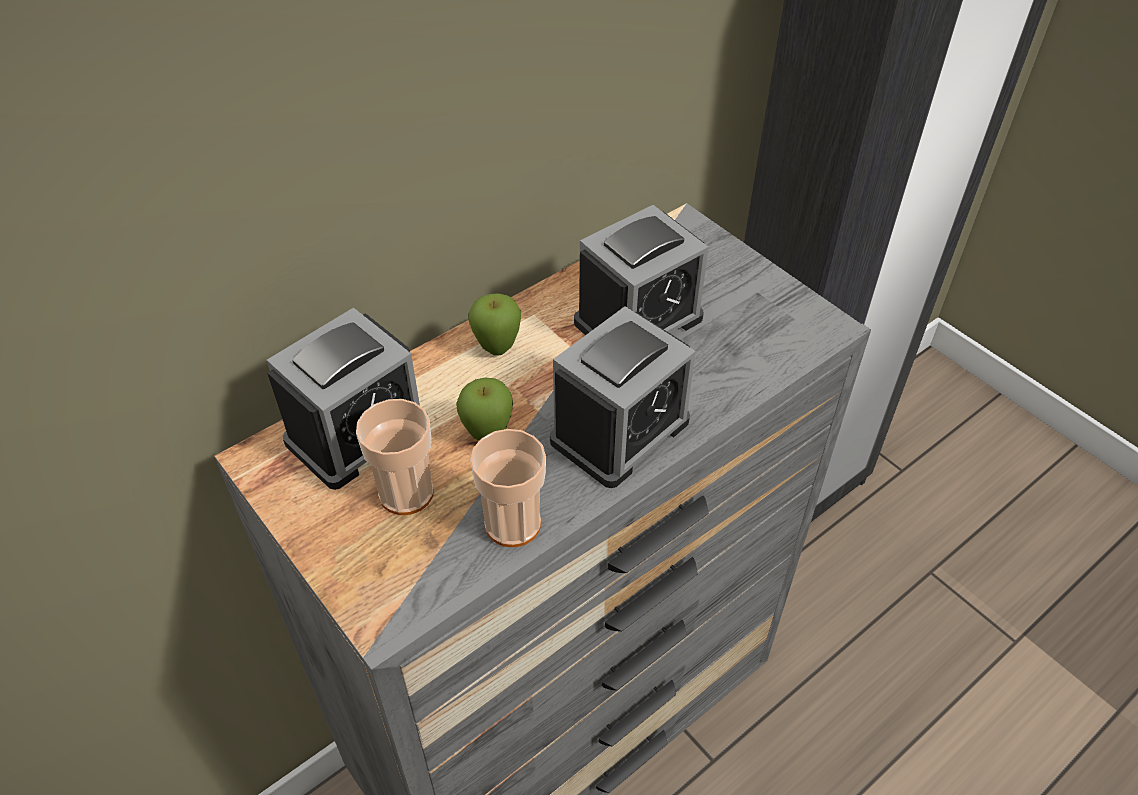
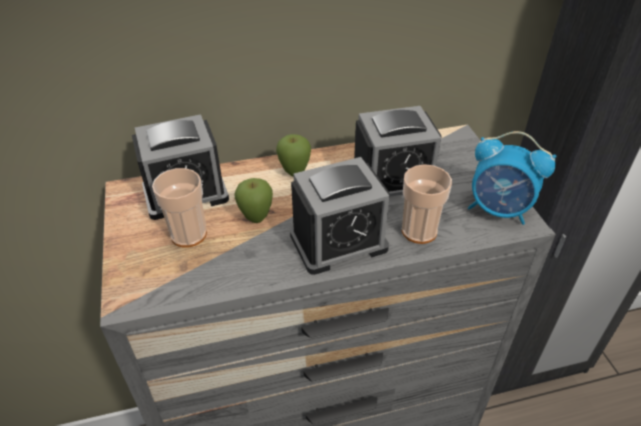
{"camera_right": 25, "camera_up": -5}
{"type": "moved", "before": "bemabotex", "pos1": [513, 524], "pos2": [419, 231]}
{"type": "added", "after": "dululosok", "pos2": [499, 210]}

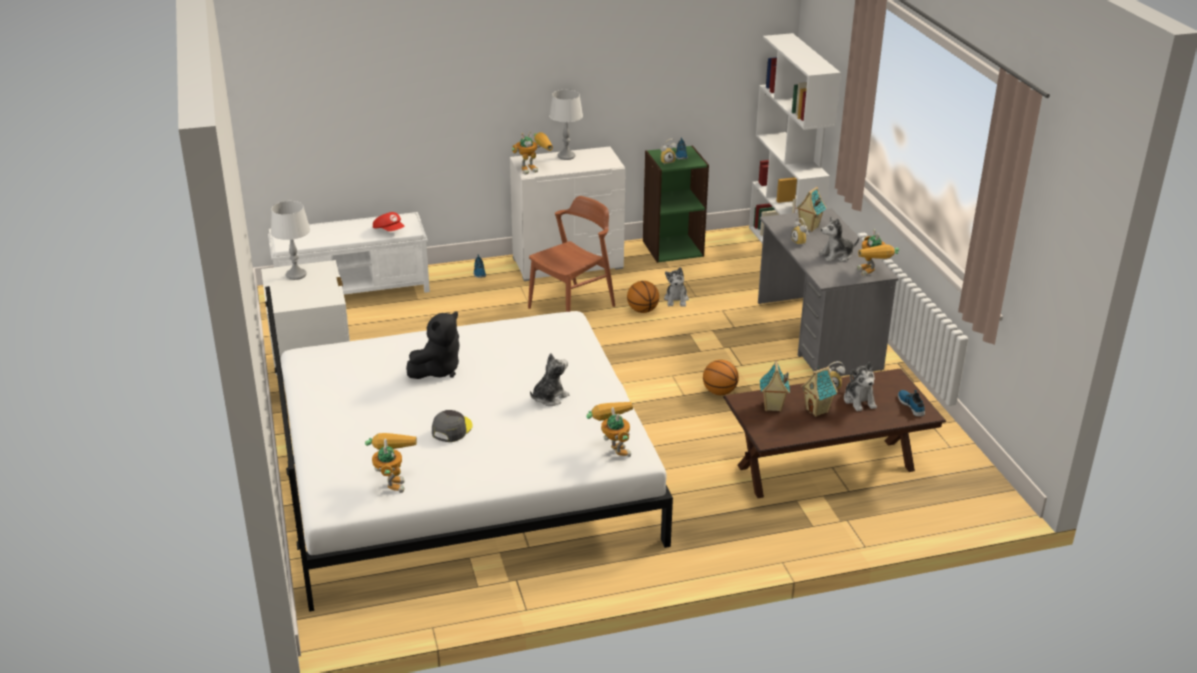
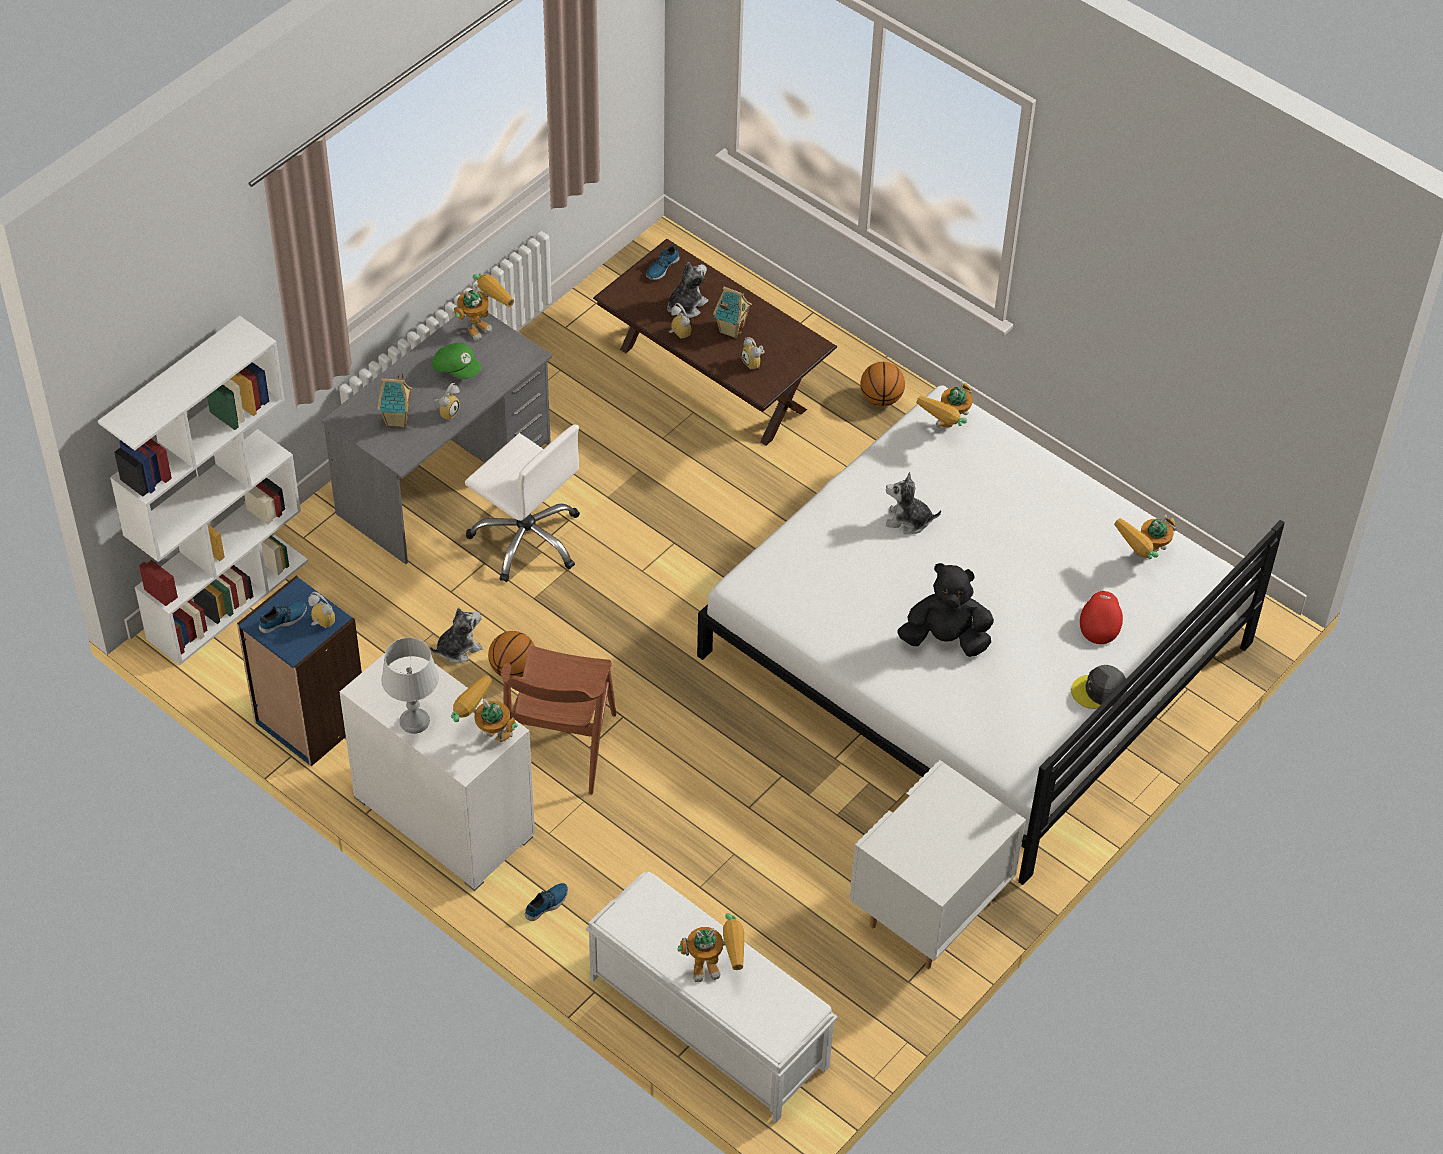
{"camera_right": -125, "camera_up": 20}
{"type": "removed", "before": "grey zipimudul", "pos1": [295, 275]}
{"type": "moved", "before": "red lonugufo", "pos1": [389, 230], "pos2": [1099, 623]}
{"type": "moved", "before": "grey lonugufo", "pos1": [451, 429], "pos2": [1099, 691]}
{"type": "turned", "before": "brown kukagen", "pos1": [572, 307], "pos2": [560, 746], "turn": -90}
{"type": "recoloured", "before": "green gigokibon", "after": "blue gigokibon", "pos1": [672, 248], "pos2": [310, 721]}
{"type": "moved", "before": "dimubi", "pos1": [719, 392], "pos2": [881, 398]}
{"type": "replaced", "before": "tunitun", "after": "dululosok", "pos1": [772, 407], "pos2": [754, 363]}
{"type": "replaced", "before": "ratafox", "after": "green lonugufo", "pos1": [836, 255], "pos2": [457, 369]}
{"type": "added", "after": "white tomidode", "pos2": [527, 538]}
{"type": "added", "after": "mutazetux", "pos2": [716, 966]}

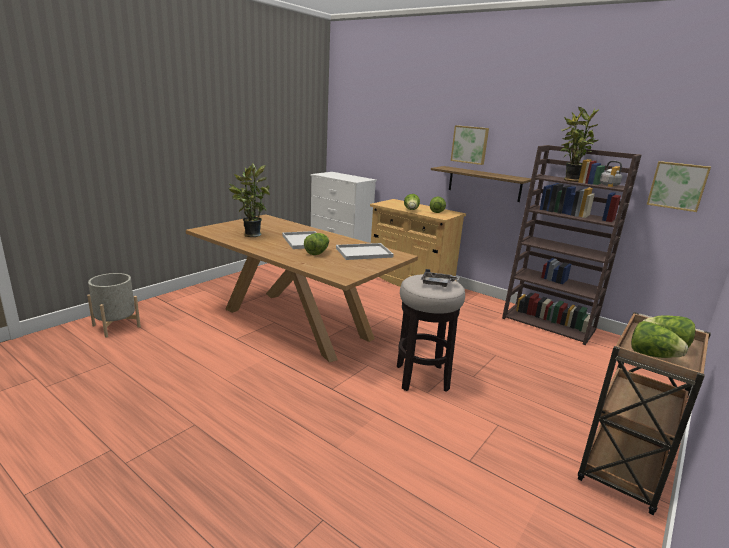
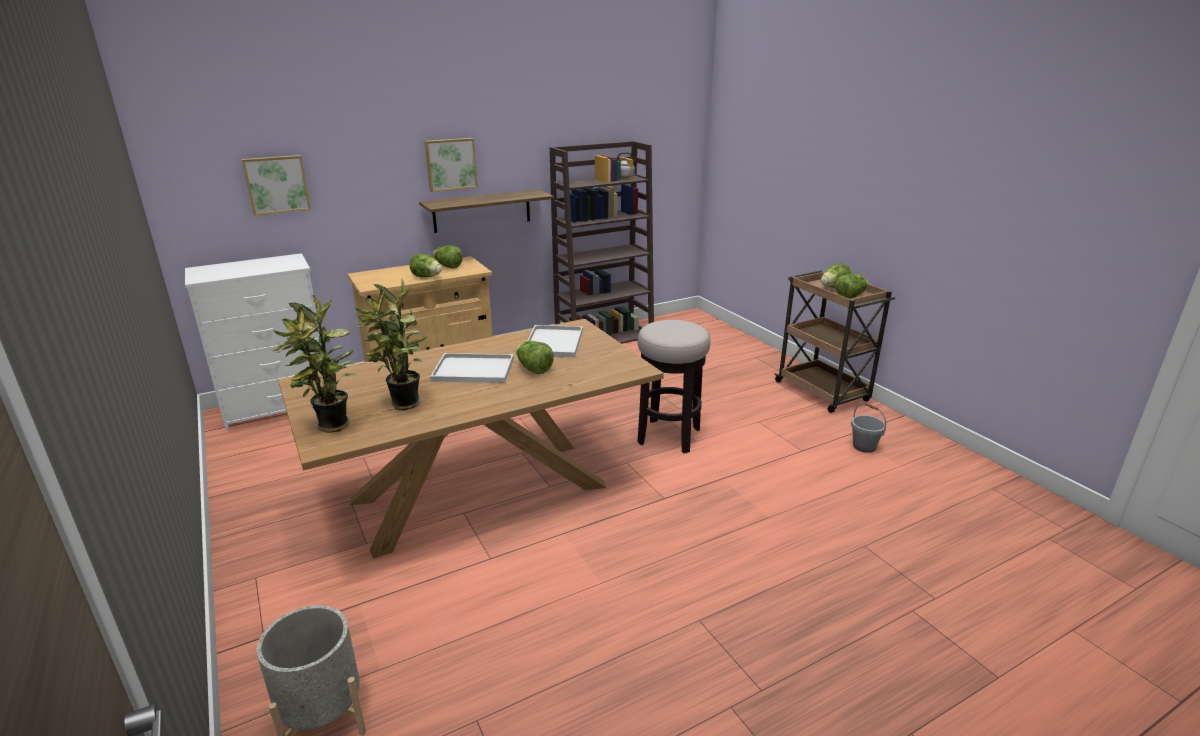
{"camera_right": -65, "camera_up": 5}
{"type": "removed", "before": "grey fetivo", "pos1": [437, 284]}
{"type": "moved", "before": "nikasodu", "pos1": [570, 180], "pos2": [332, 427]}
{"type": "moved", "before": "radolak", "pos1": [677, 186], "pos2": [277, 184]}
{"type": "added", "after": "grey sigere", "pos2": [864, 446]}

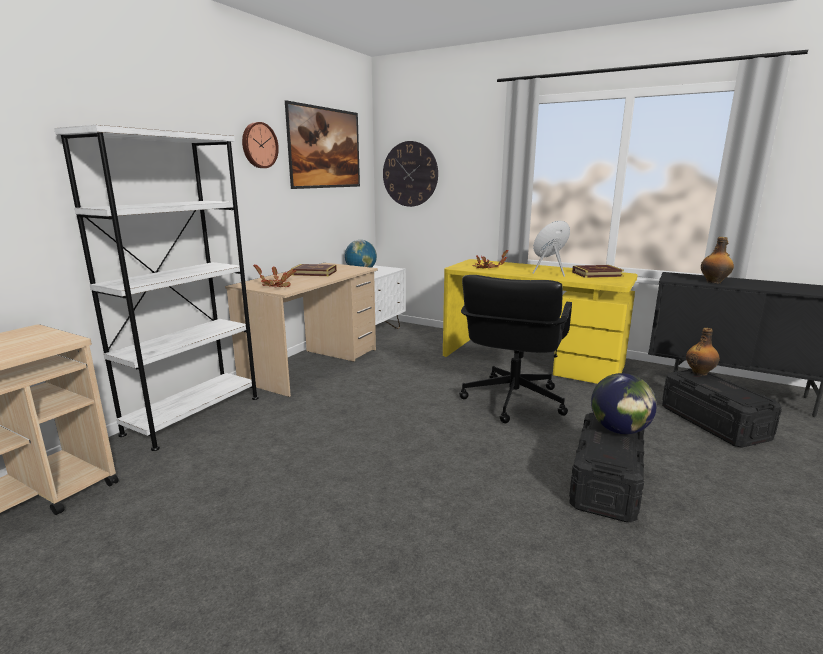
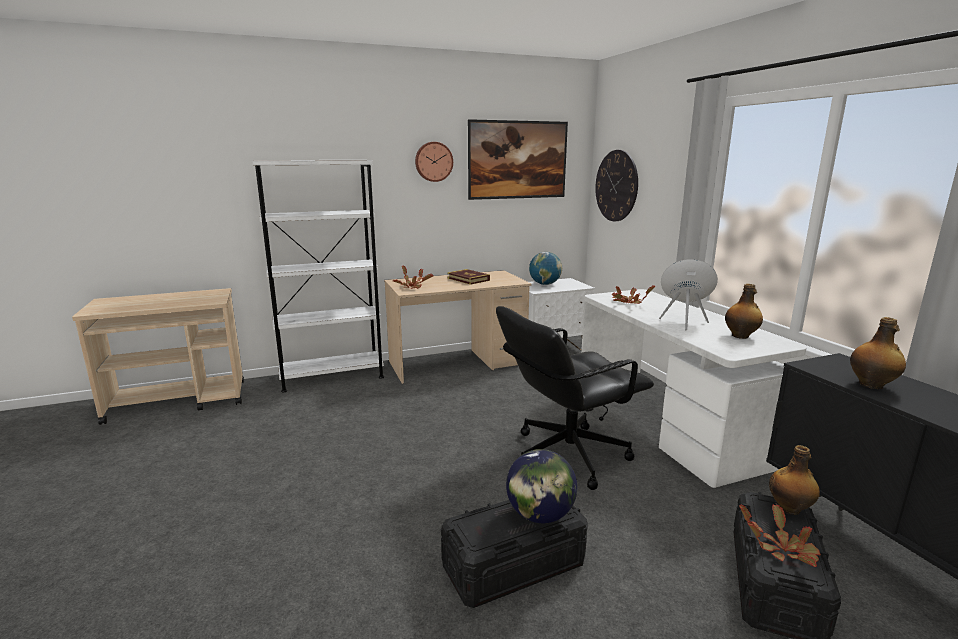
{"camera_right": 40, "camera_up": 0}
{"type": "recoloured", "before": "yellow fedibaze", "after": "white fedibaze", "pos1": [531, 360], "pos2": [666, 423]}
{"type": "replaced", "before": "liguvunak", "after": "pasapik", "pos1": [597, 274], "pos2": [741, 336]}
{"type": "added", "after": "nikasodu", "pos2": [782, 549]}

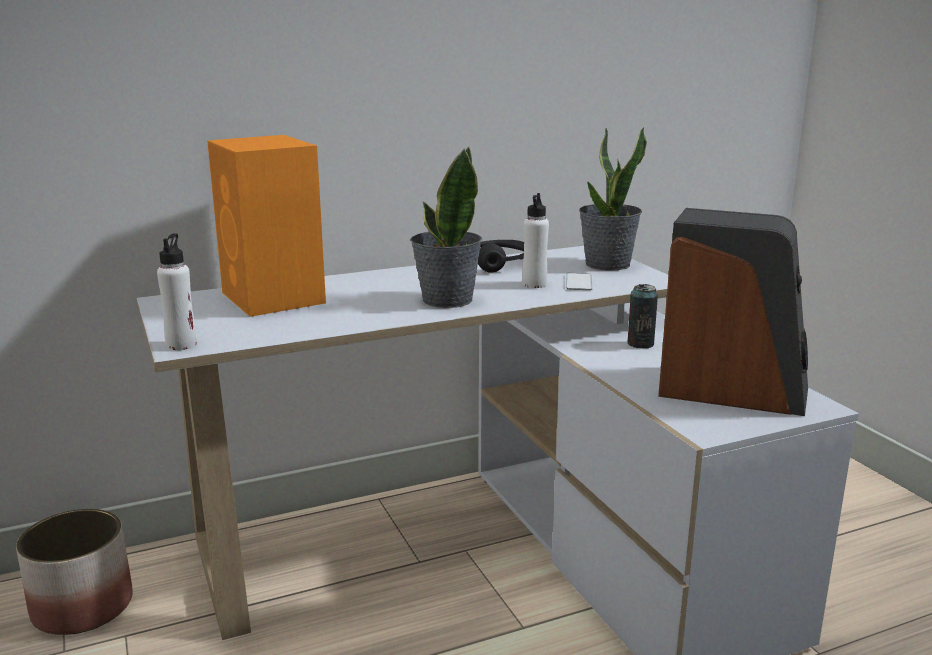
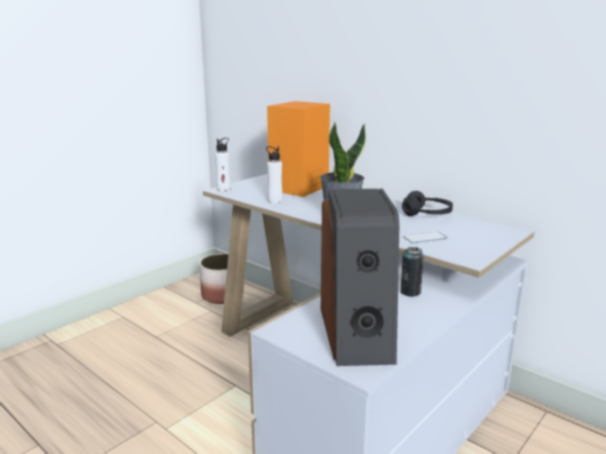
{"camera_right": 65, "camera_up": 0}
{"type": "moved", "before": "white pasapik", "pos1": [534, 284], "pos2": [275, 201]}
{"type": "removed", "before": "nikasodu", "pos1": [607, 264]}

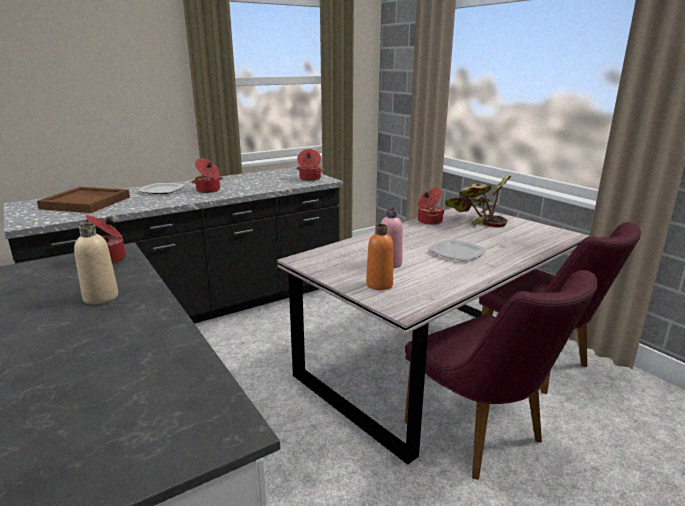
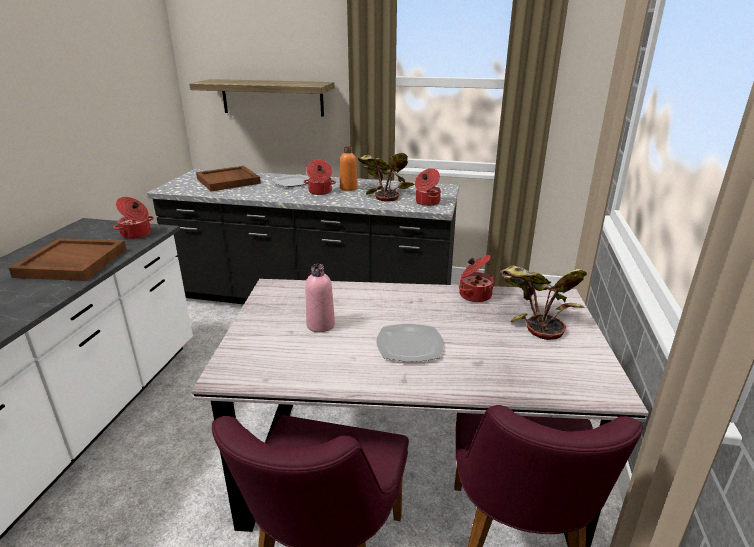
{"camera_right": 45, "camera_up": 5}
{"type": "replaced", "before": "beige pasapik", "after": "brown fetivo", "pos1": [101, 297], "pos2": [71, 263]}
{"type": "moved", "before": "orange pasapik", "pos1": [379, 285], "pos2": [348, 188]}
{"type": "added", "after": "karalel", "pos2": [272, 97]}
{"type": "added", "after": "nikasodu", "pos2": [384, 193]}

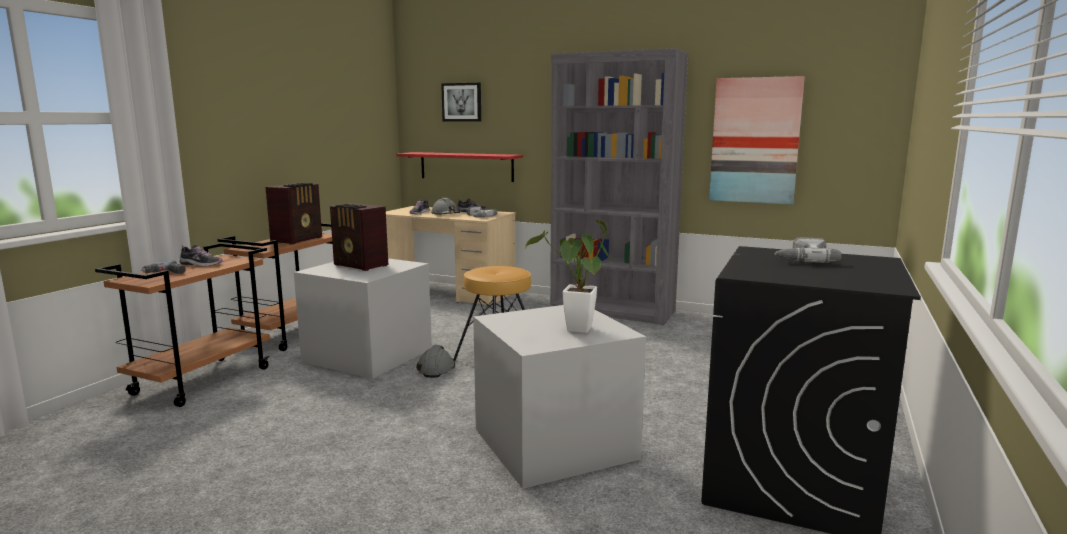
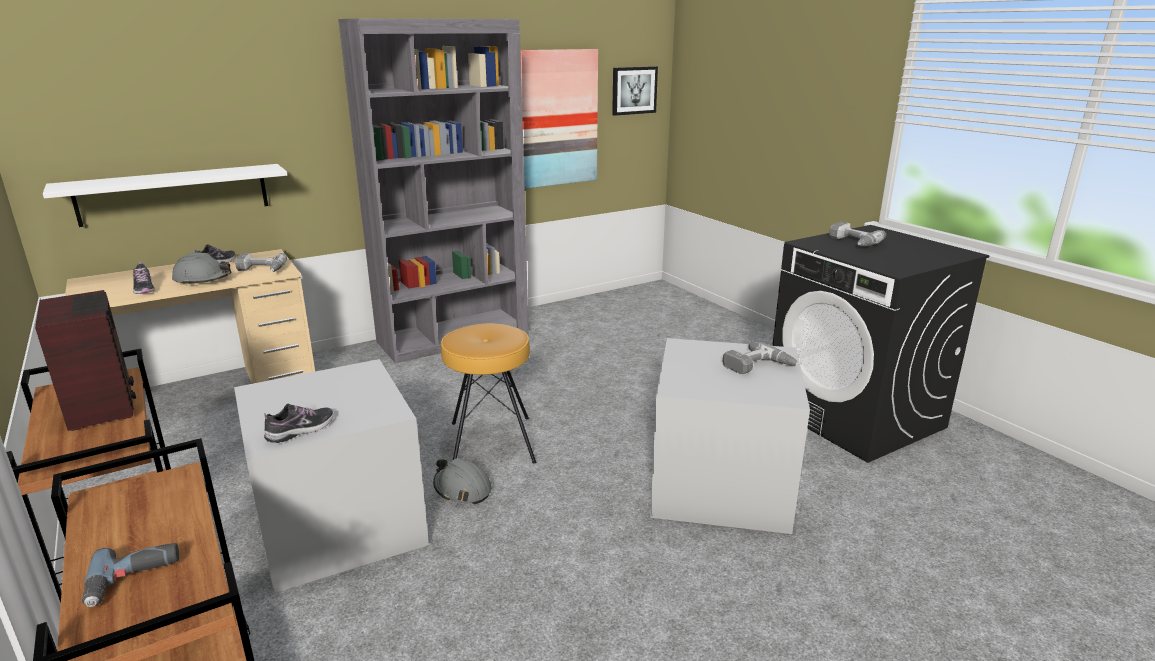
{"camera_right": -55, "camera_up": 10}
{"type": "moved", "before": "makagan", "pos1": [201, 264], "pos2": [301, 430]}
{"type": "removed", "before": "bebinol", "pos1": [361, 265]}
{"type": "recoloured", "before": "red karalel", "after": "white karalel", "pos1": [466, 166], "pos2": [174, 194]}
{"type": "moved", "before": "radolak", "pos1": [462, 102], "pos2": [634, 90]}
{"type": "replaced", "before": "nikasodu", "after": "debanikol", "pos1": [577, 331], "pos2": [759, 367]}

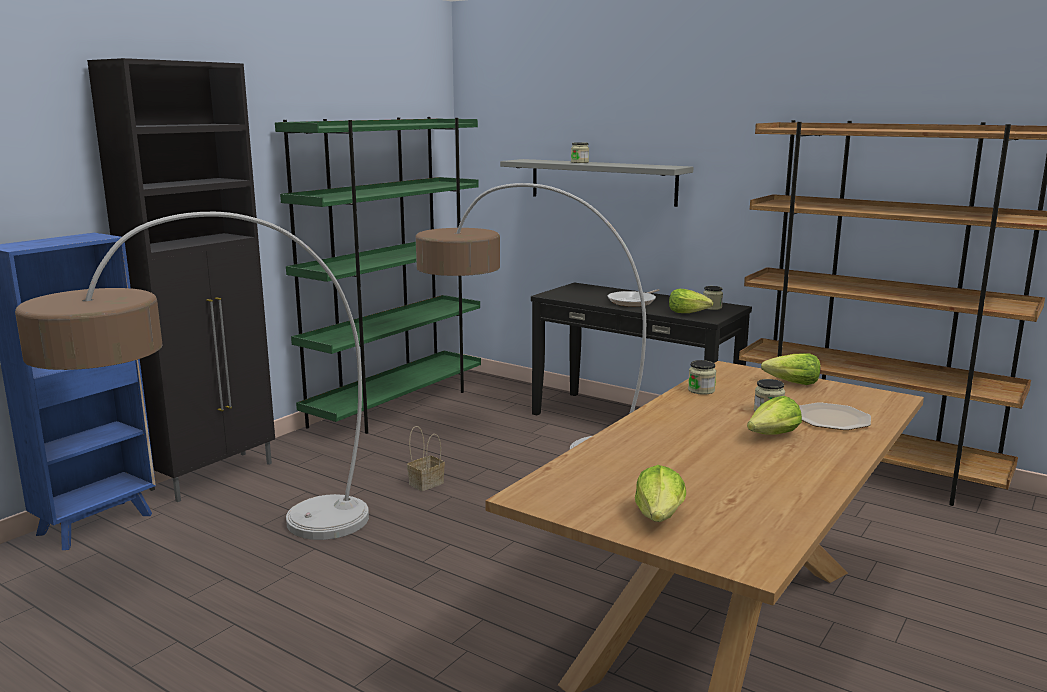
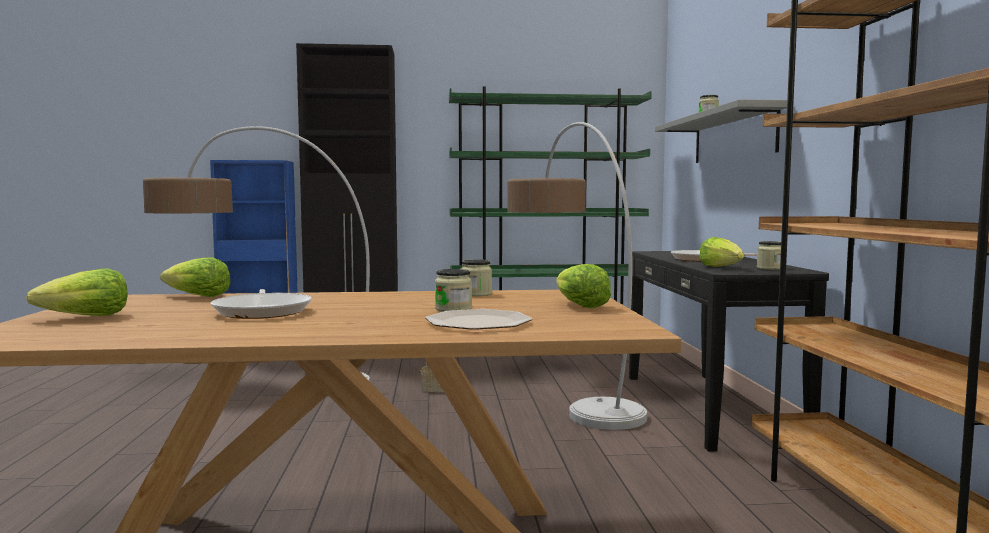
{"camera_right": 50, "camera_up": -10}
{"type": "moved", "before": "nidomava", "pos1": [773, 435], "pos2": [196, 296]}
{"type": "added", "after": "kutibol", "pos2": [263, 311]}

